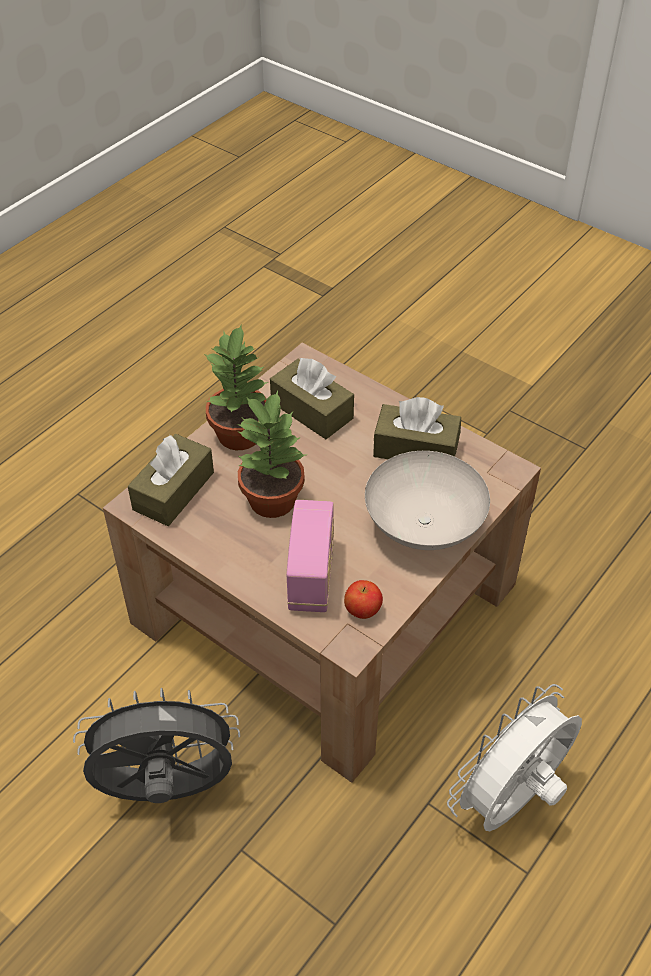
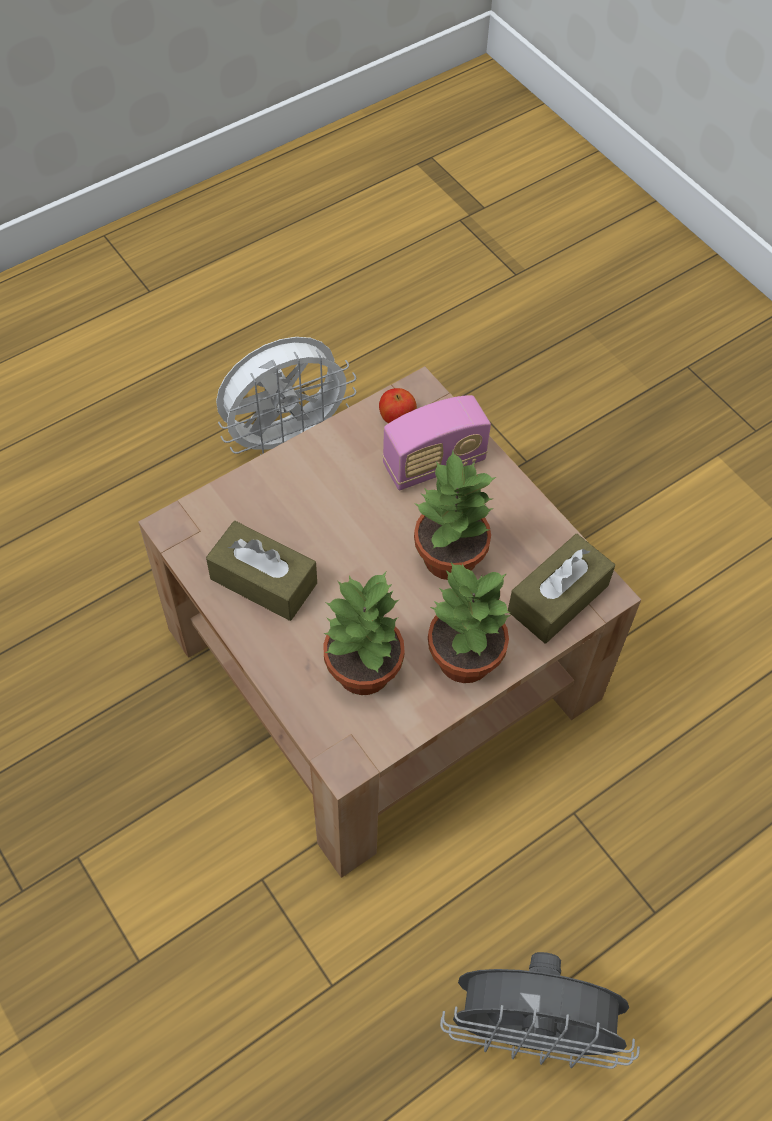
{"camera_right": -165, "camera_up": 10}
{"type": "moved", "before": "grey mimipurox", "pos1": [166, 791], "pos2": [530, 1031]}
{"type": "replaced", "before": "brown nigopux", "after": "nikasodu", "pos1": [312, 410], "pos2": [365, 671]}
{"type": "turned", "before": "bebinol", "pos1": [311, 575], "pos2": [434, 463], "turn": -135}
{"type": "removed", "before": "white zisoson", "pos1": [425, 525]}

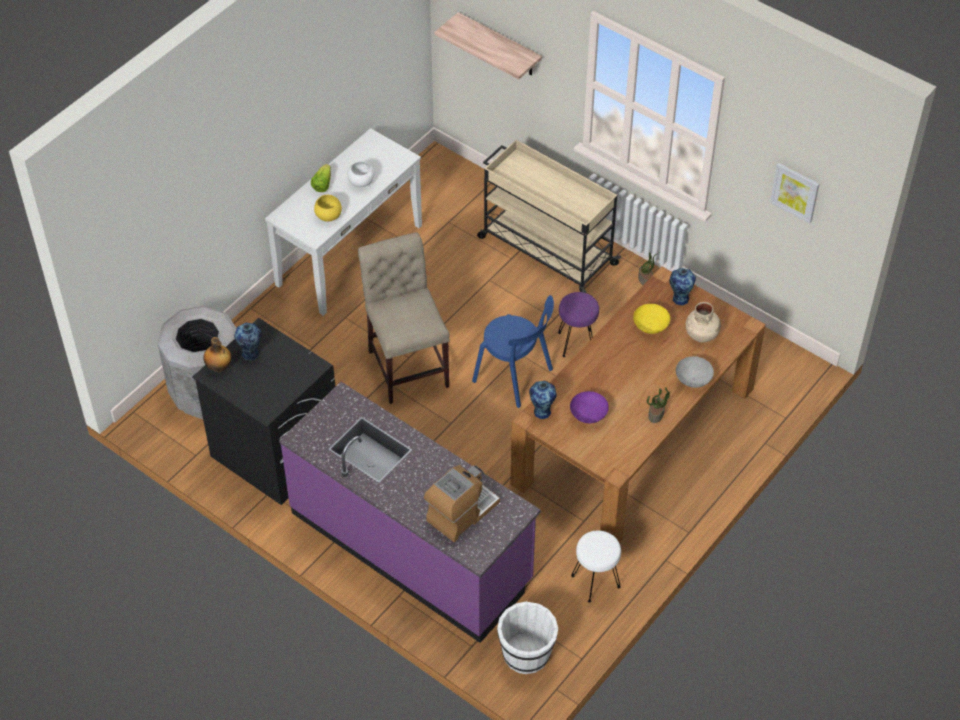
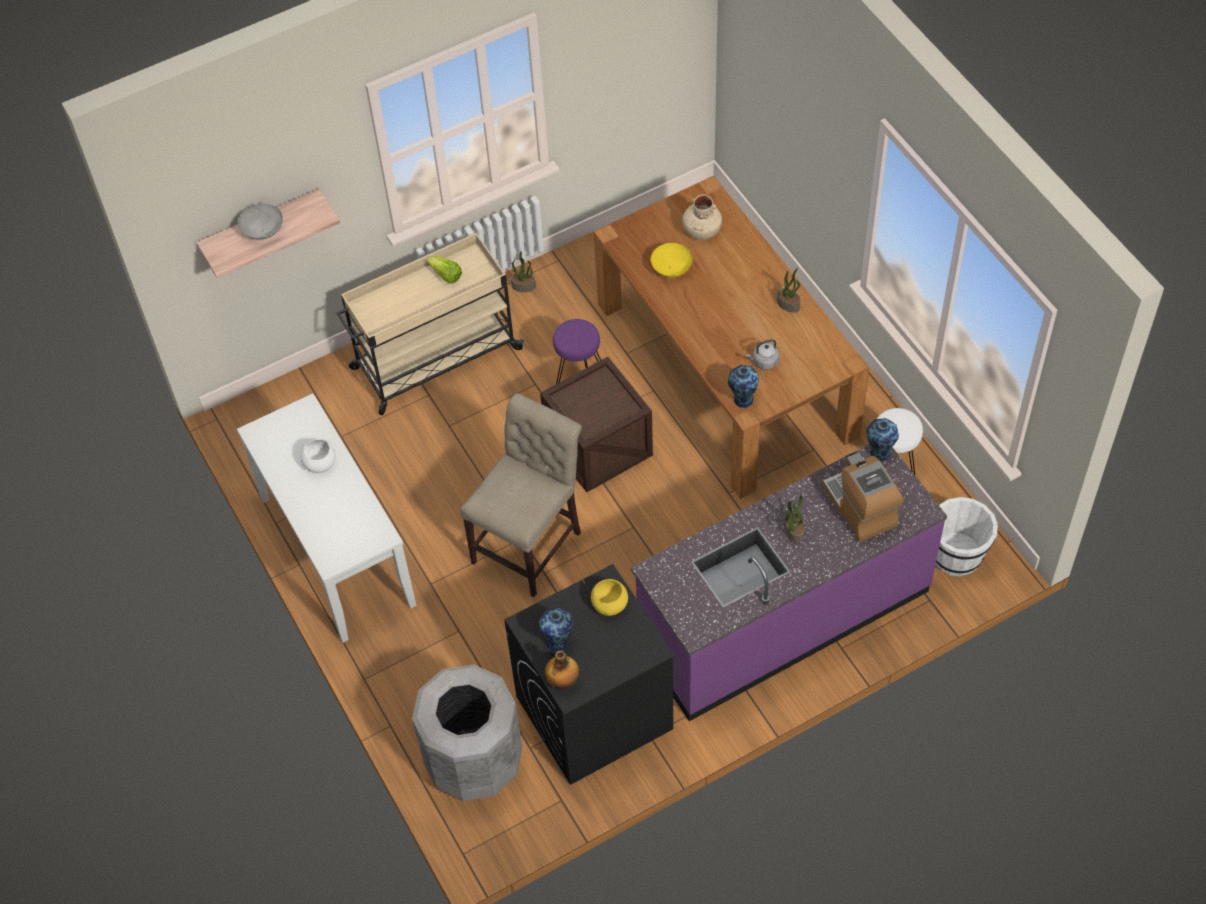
{"camera_right": -65, "camera_up": 5}
{"type": "moved", "before": "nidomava", "pos1": [322, 184], "pos2": [445, 275]}
{"type": "moved", "before": "yellow zisoson", "pos1": [328, 215], "pos2": [609, 604]}
{"type": "turned", "before": "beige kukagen", "pos1": [407, 364], "pos2": [531, 543], "turn": 120}
{"type": "replaced", "before": "blue kukagen", "after": "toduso", "pos1": [515, 377], "pos2": [598, 446]}
{"type": "replaced", "before": "purple zisoson", "after": "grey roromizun", "pos1": [587, 415], "pos2": [764, 361]}
{"type": "moved", "before": "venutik", "pos1": [680, 298], "pos2": [879, 453]}
{"type": "moved", "before": "grey zisoson", "pos1": [693, 379], "pos2": [263, 230]}
{"type": "removed", "before": "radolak", "pos1": [795, 192]}
{"type": "added", "after": "nikasodu", "pos2": [793, 531]}

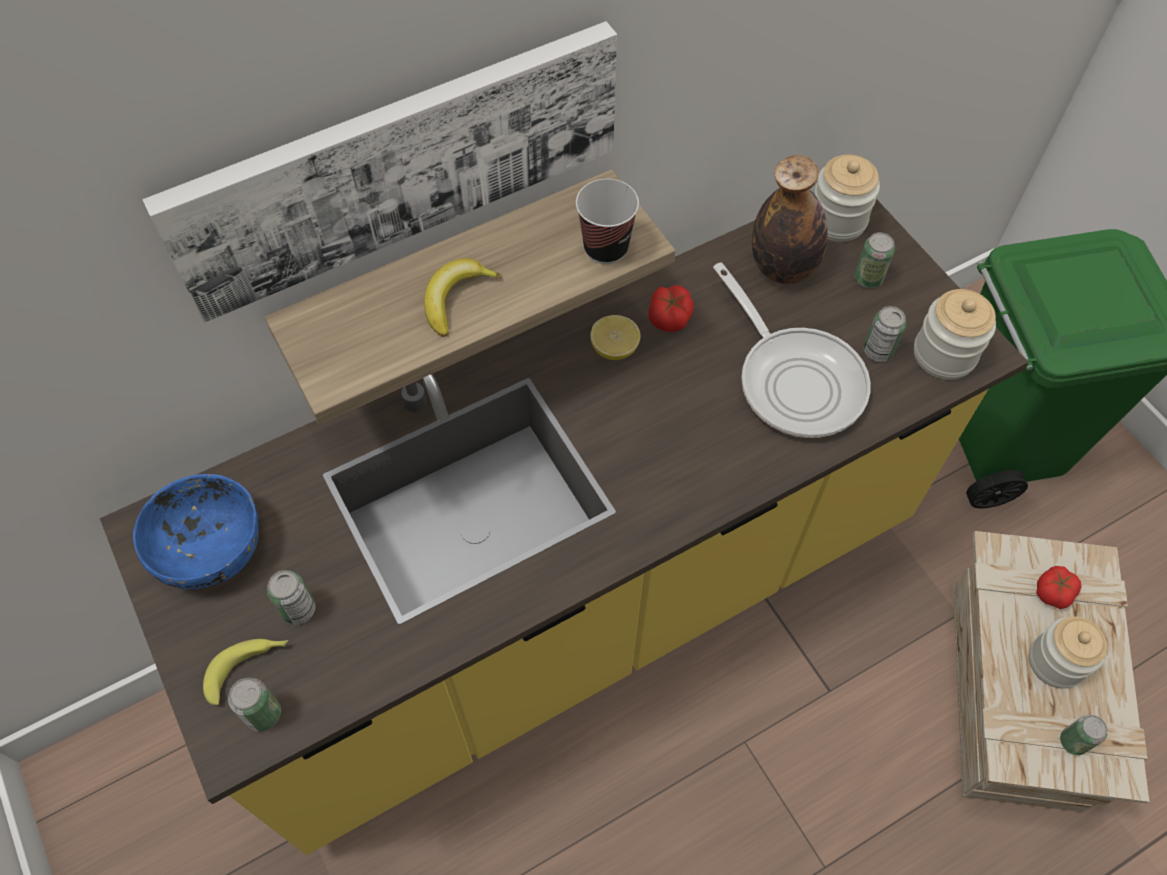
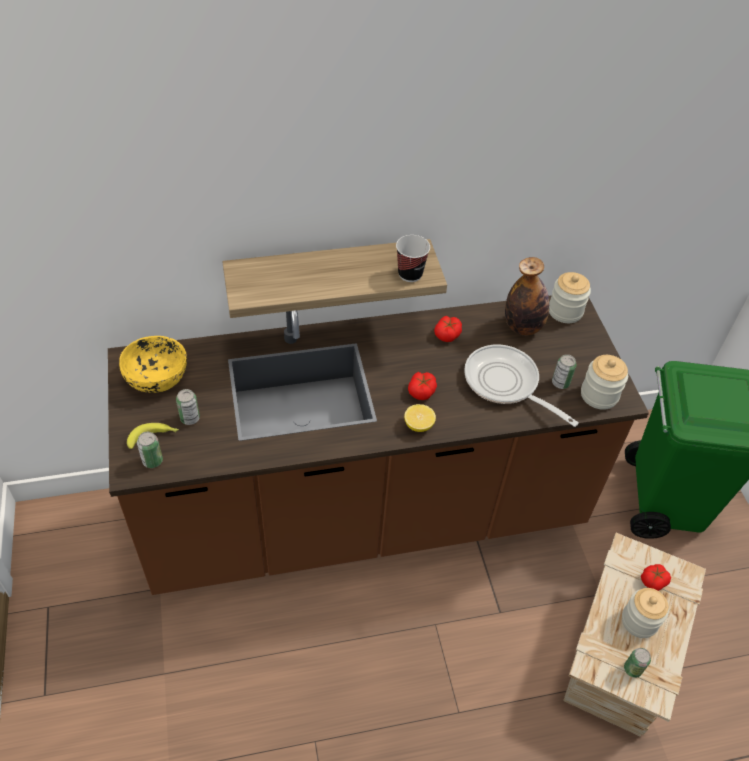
{"camera_right": 15, "camera_up": -10}
{"type": "recoloured", "before": "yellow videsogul", "after": "brown videsogul", "pos1": [583, 604], "pos2": [365, 516]}
{"type": "recoloured", "before": "blue zisoson", "after": "yellow zisoson", "pos1": [211, 547], "pos2": [157, 377]}
{"type": "removed", "before": "radolak", "pos1": [399, 165]}
{"type": "removed", "before": "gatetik", "pos1": [455, 299]}
{"type": "moved", "before": "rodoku", "pos1": [614, 349], "pos2": [418, 425]}
{"type": "turned", "before": "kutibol", "pos1": [795, 379], "pos2": [505, 384], "turn": 150}
{"type": "removed", "before": "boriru", "pos1": [868, 278]}
{"type": "added", "after": "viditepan", "pos2": [421, 391]}

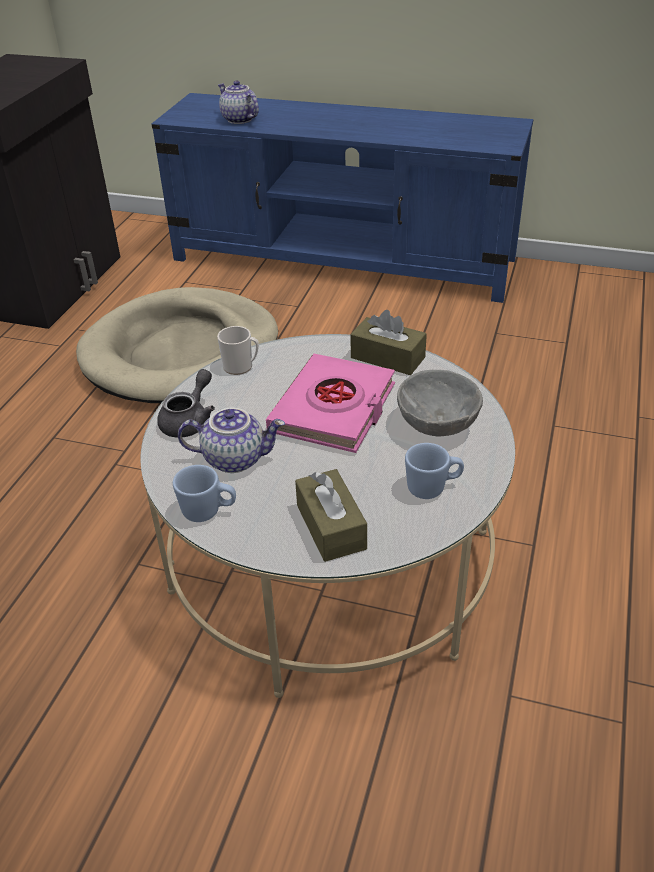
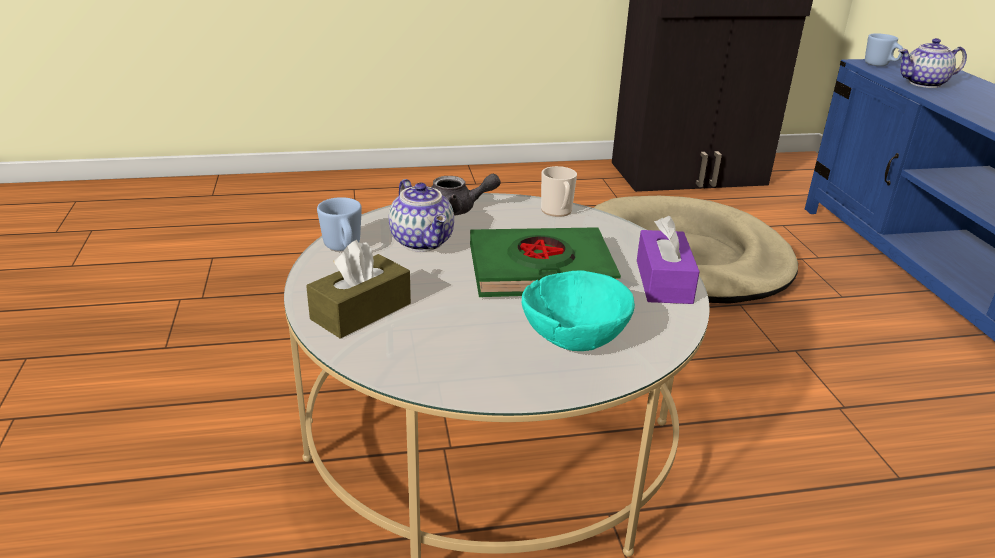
{"camera_right": 60, "camera_up": -10}
{"type": "turned", "before": "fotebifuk", "pos1": [238, 119], "pos2": [924, 84], "turn": -120}
{"type": "recoloured", "before": "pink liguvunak", "after": "green liguvunak", "pos1": [334, 409], "pos2": [540, 272]}
{"type": "recoloured", "before": "brown nigopux", "after": "purple nigopux", "pos1": [387, 357], "pos2": [663, 281]}
{"type": "recoloured", "before": "grey zisoson", "after": "turquoise zisoson", "pos1": [438, 426], "pos2": [574, 340]}
{"type": "moved", "before": "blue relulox", "pos1": [433, 488], "pos2": [880, 65]}

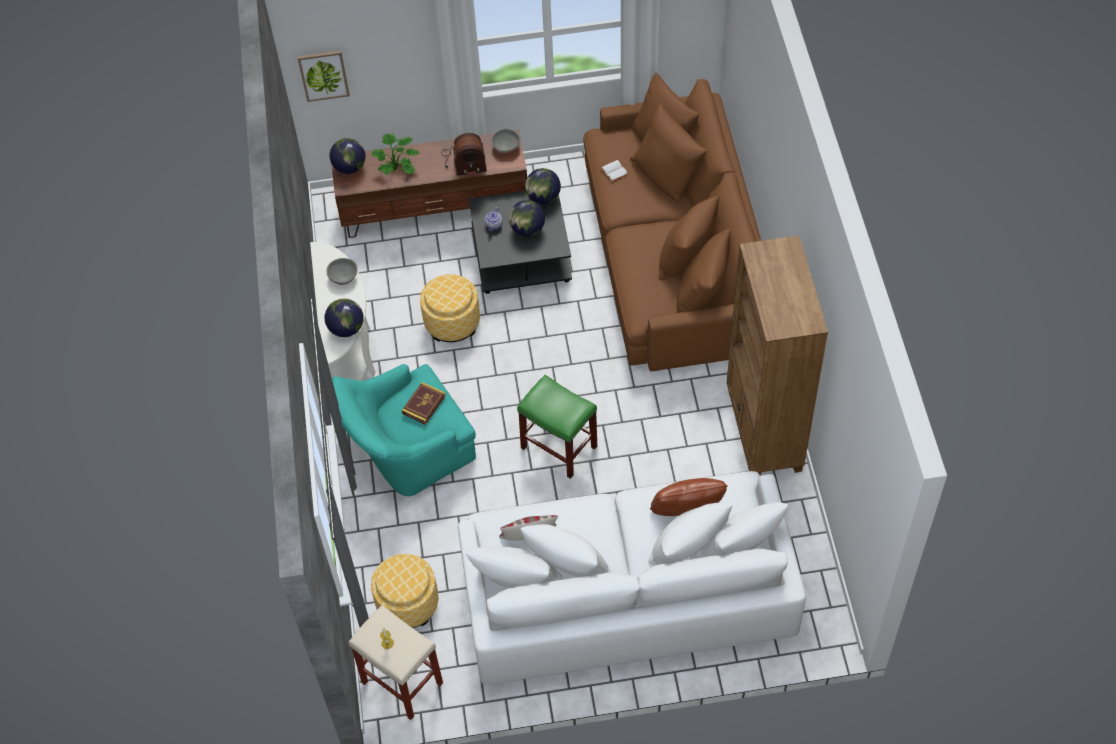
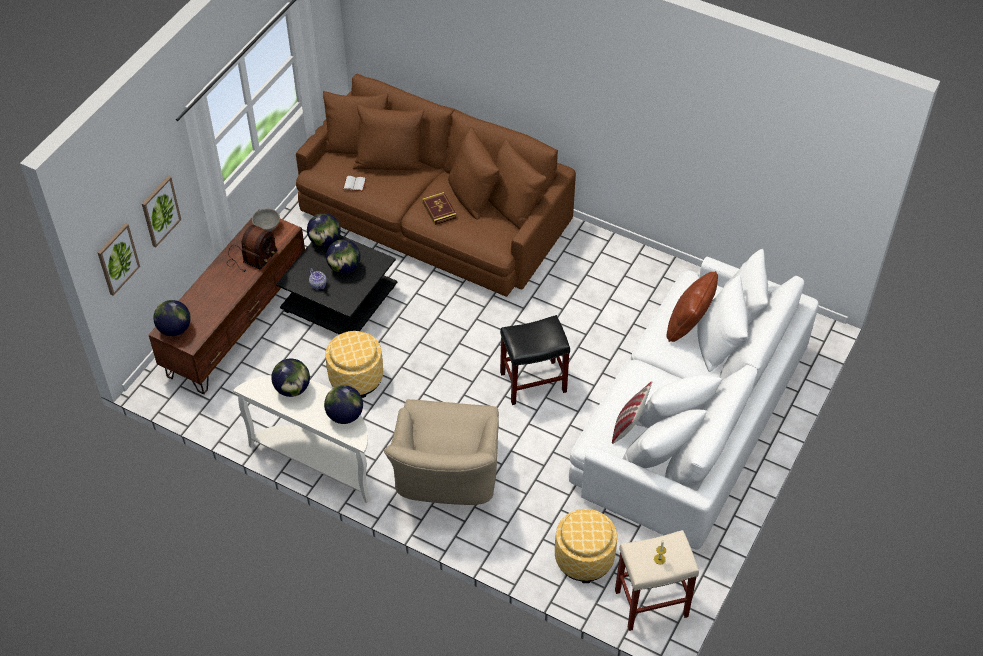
{"camera_right": -55, "camera_up": -5}
{"type": "replaced", "before": "grey zisoson", "after": "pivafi", "pos1": [343, 277], "pos2": [292, 389]}
{"type": "recoloured", "before": "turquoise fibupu", "after": "beige fibupu", "pos1": [407, 451], "pos2": [446, 477]}
{"type": "removed", "before": "nikasodu", "pos1": [398, 168]}
{"type": "moved", "before": "liguvunak", "pos1": [424, 404], "pos2": [439, 210]}
{"type": "recoloured", "before": "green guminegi", "after": "black guminegi", "pos1": [558, 447], "pos2": [532, 382]}
{"type": "removed", "before": "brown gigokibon", "pos1": [763, 431]}
{"type": "added", "after": "radolak", "pos2": [160, 211]}

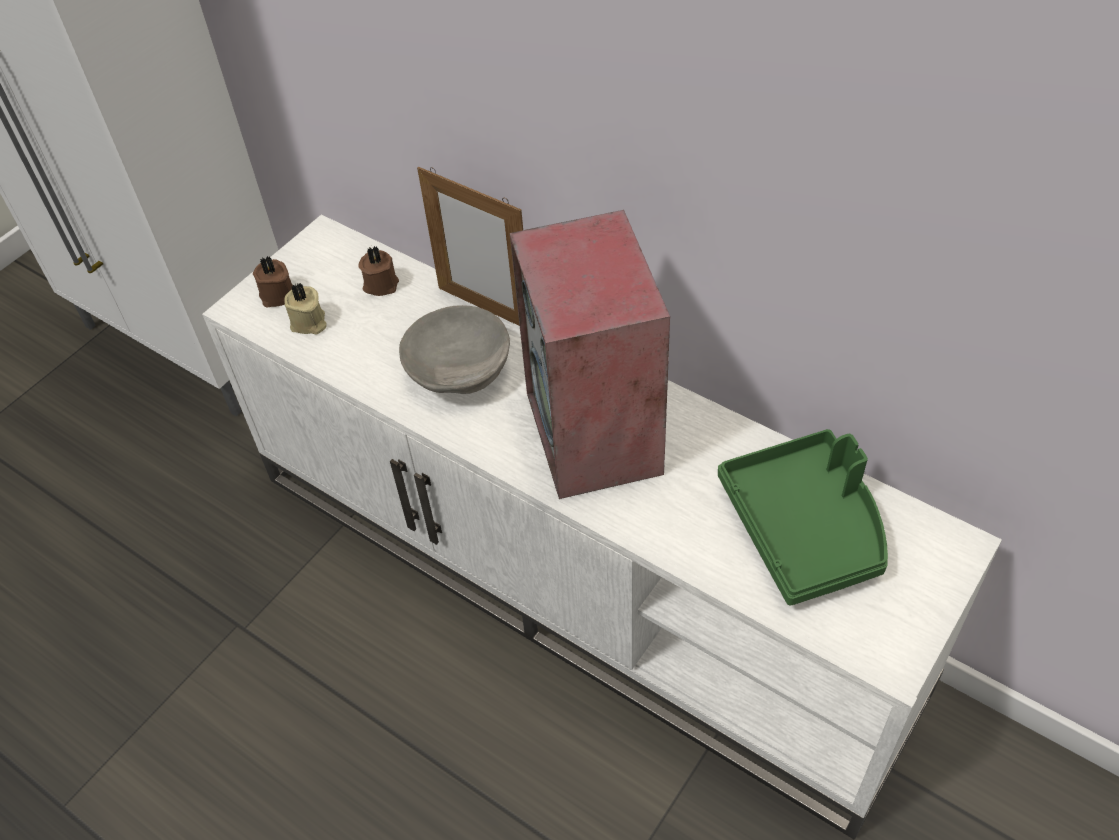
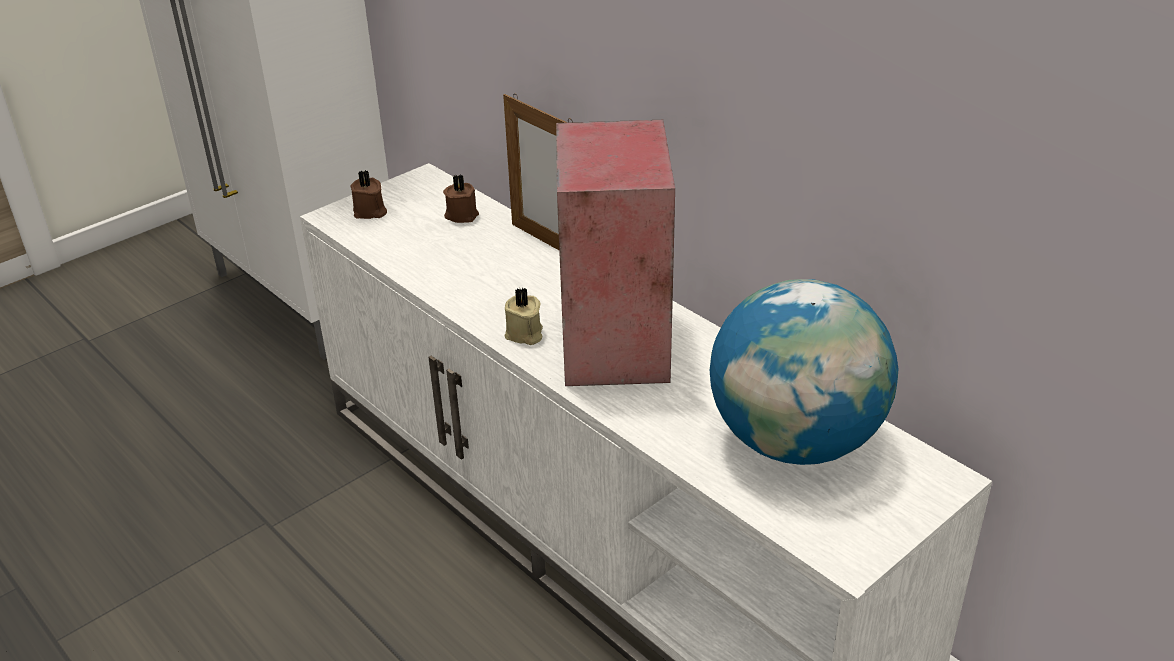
{"camera_right": 10, "camera_up": -15}
{"type": "moved", "before": "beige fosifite", "pos1": [309, 323], "pos2": [524, 334]}
{"type": "removed", "before": "grey zisoson", "pos1": [460, 371]}
{"type": "replaced", "before": "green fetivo", "after": "pivafi", "pos1": [806, 527], "pos2": [795, 441]}

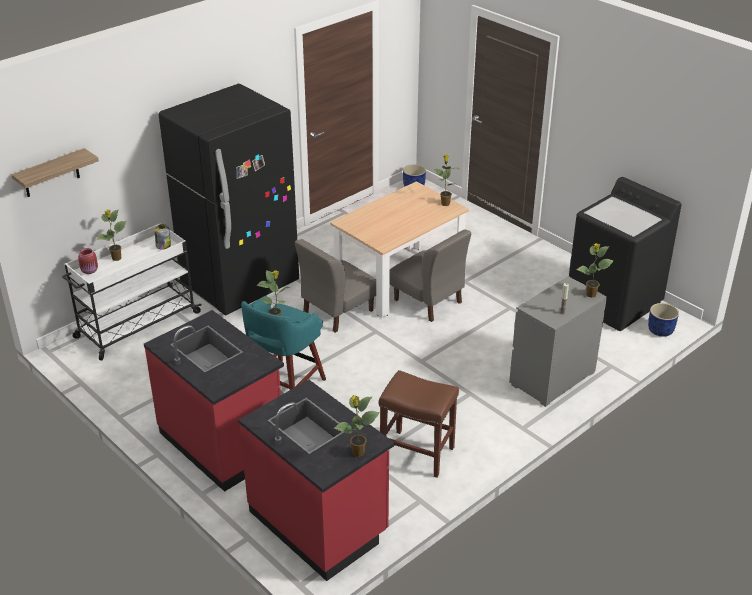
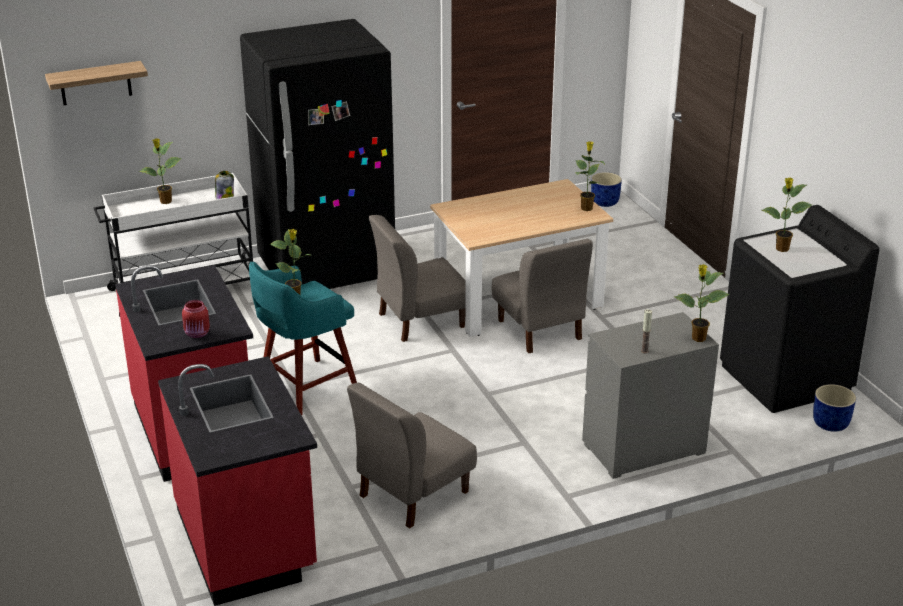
{"camera_right": 20, "camera_up": -5}
{"type": "moved", "before": "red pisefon", "pos1": [90, 271], "pos2": [197, 334]}
{"type": "moved", "before": "nikasodu", "pos1": [357, 453], "pos2": [781, 249]}
{"type": "replaced", "before": "brown guminegi", "after": "grey kukagen", "pos1": [416, 453], "pos2": [413, 493]}

